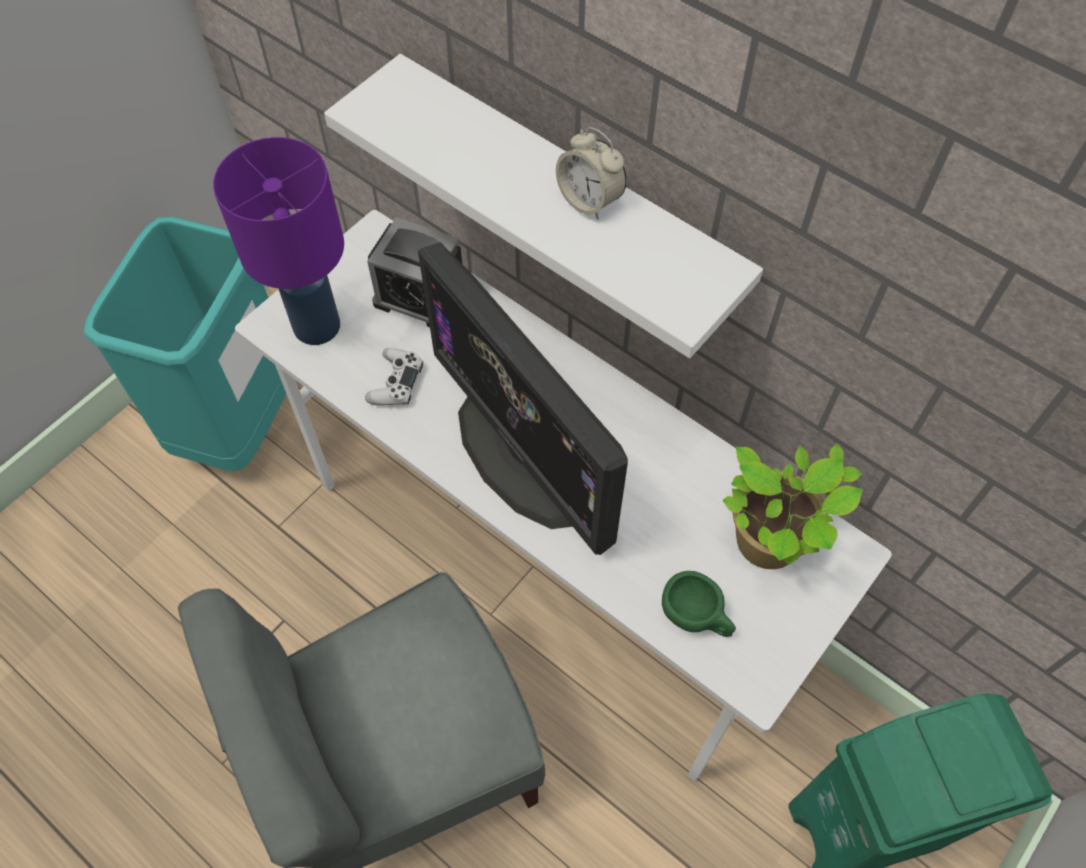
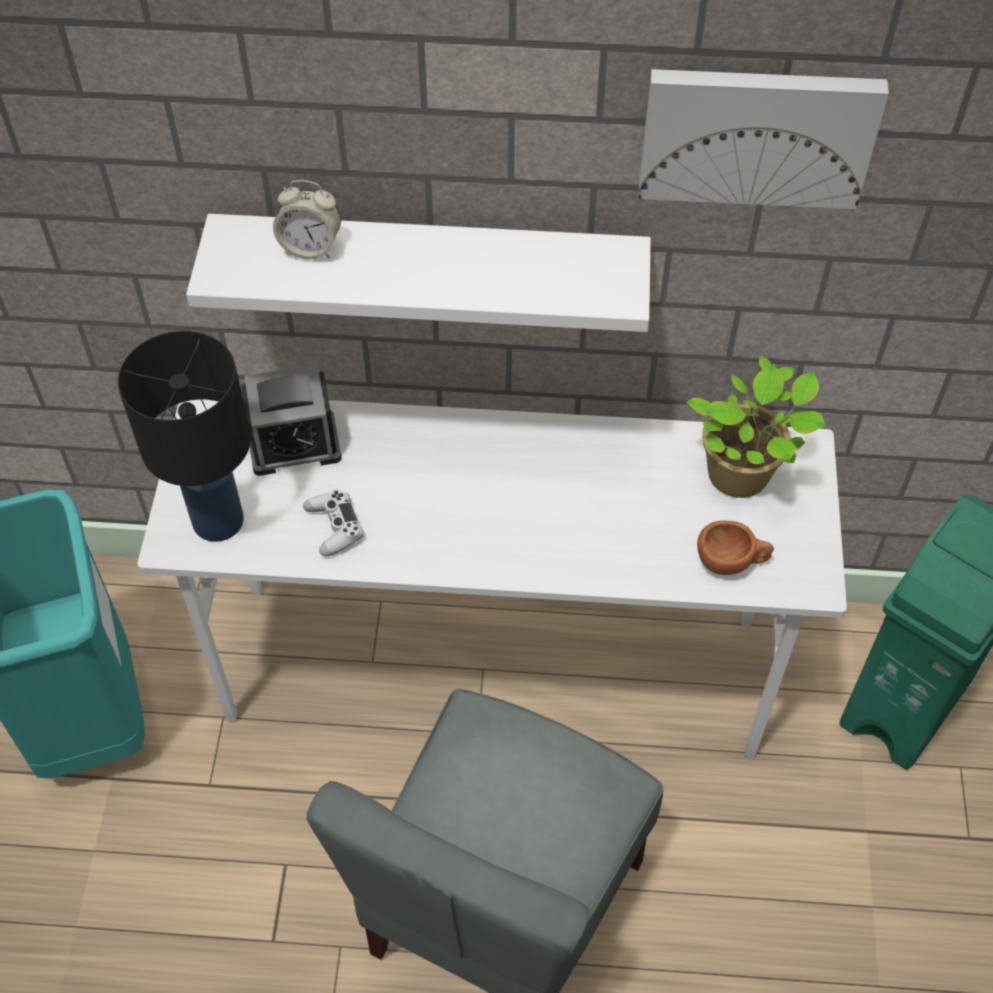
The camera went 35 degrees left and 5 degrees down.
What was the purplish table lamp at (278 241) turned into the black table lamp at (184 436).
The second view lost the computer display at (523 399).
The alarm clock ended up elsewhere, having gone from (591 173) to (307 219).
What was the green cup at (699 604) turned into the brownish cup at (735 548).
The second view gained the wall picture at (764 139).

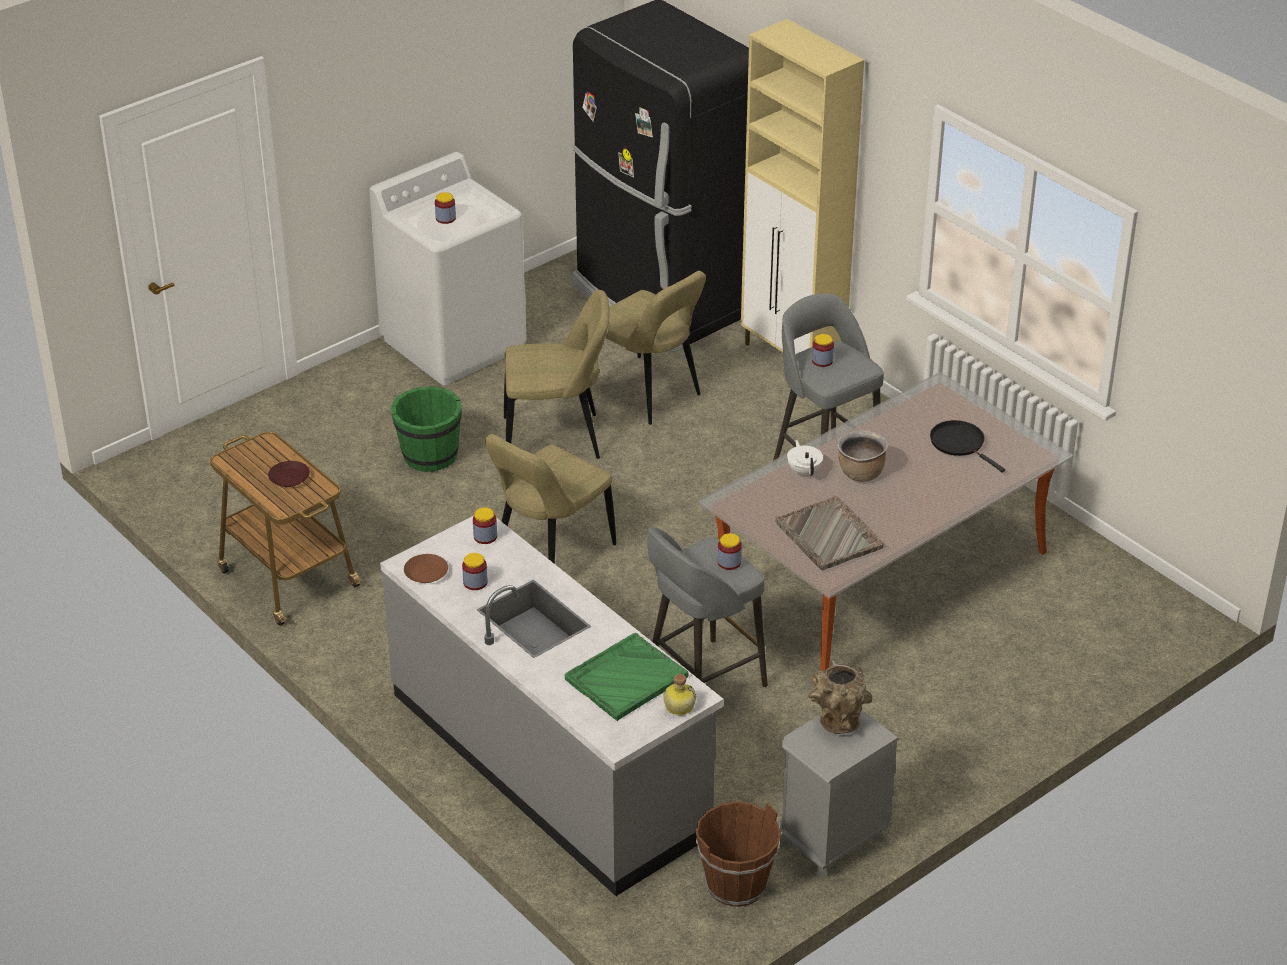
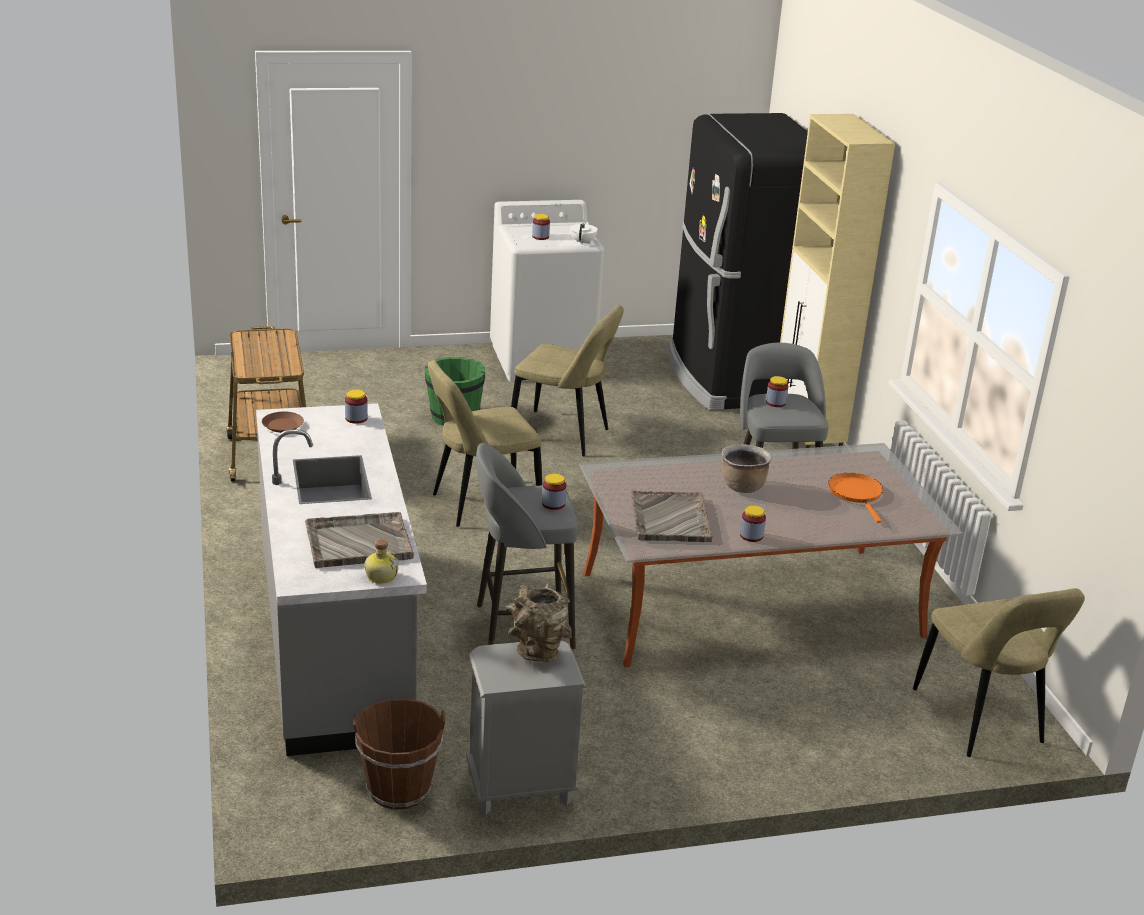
The camera went 25 degrees right and 10 degrees down.
The second view lost the brownish flat dish at (289 474).
The storage jar ended up elsewhere, having gone from (475 571) to (753 524).
What was the green tray at (627 677) turned into the gray tray at (359 540).
The beige-coloured upright chair ended up elsewhere, having gone from (655 348) to (999 672).
The white teapot ended up elsewhere, having gone from (805 458) to (584 233).
What was the black skillet at (967 446) turned into the orange skillet at (855 498).

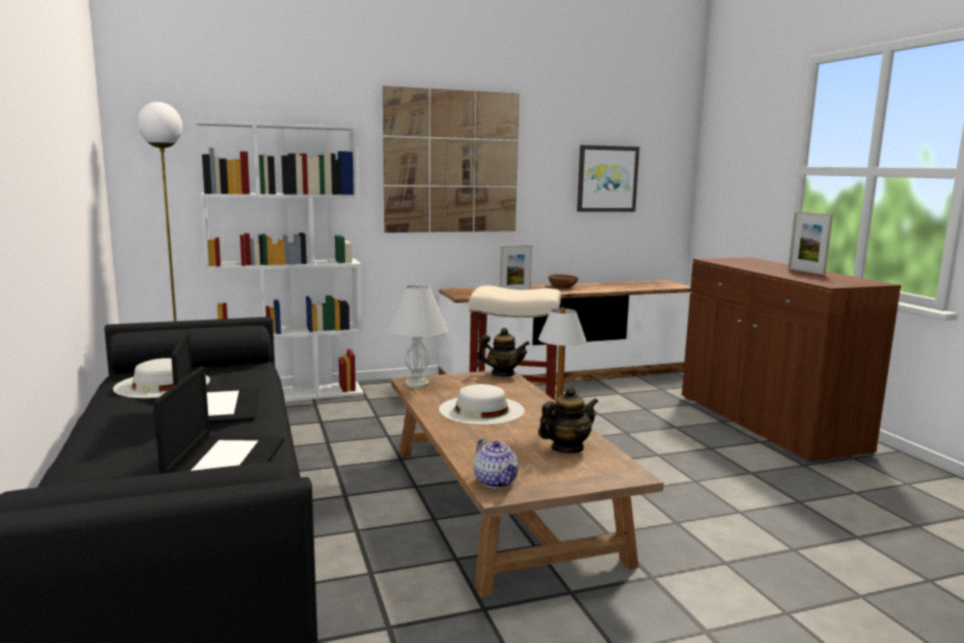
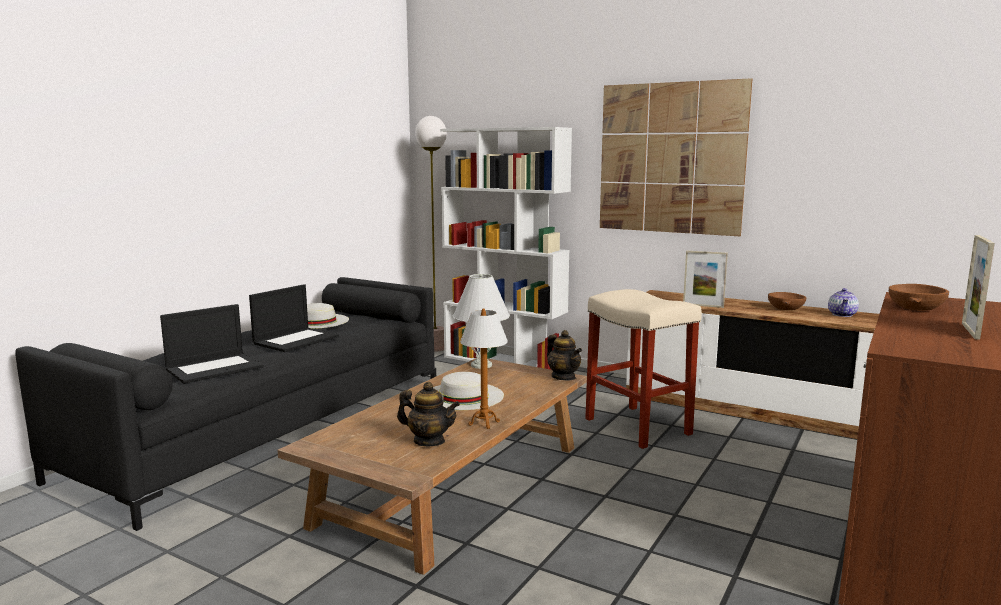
The camera went 50 degrees right and 0 degrees up.
The teapot ended up elsewhere, having gone from (496 463) to (843 302).
The second view lost the wall picture at (608 178).
The second view gained the brownish deep dish at (919 297).

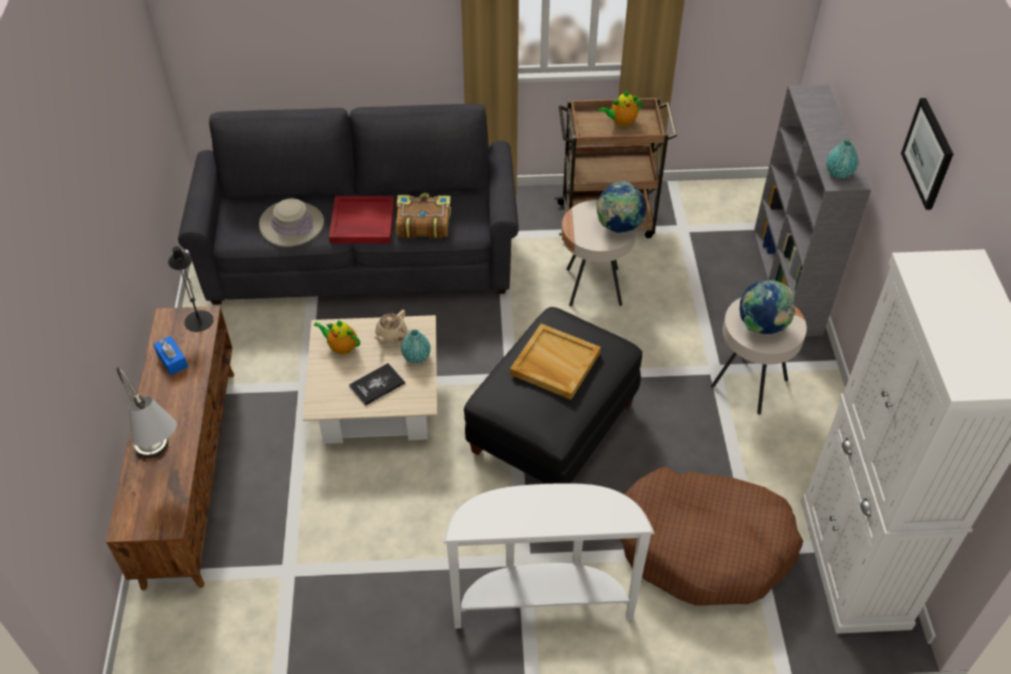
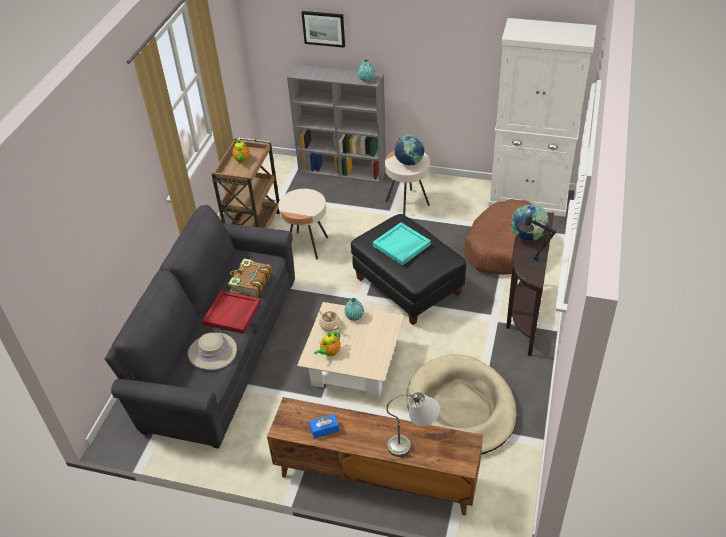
The camera went 70 degrees left and 5 degrees down.
The black table lamp ended up elsewhere, having gone from (191 289) to (537 240).
The second view lost the bound book at (377 384).
What was the white hall table at (549 556) turned into the brownish hall table at (530 284).
What was the beige-coloured tray at (555 362) turned into the blue-green tray at (402 244).
The globe ended up elsewhere, having gone from (621 207) to (530 223).
The wall picture ended up elsewhere, having gone from (927 154) to (323 29).
The second view gained the beige-coloured pet bed at (461 404).

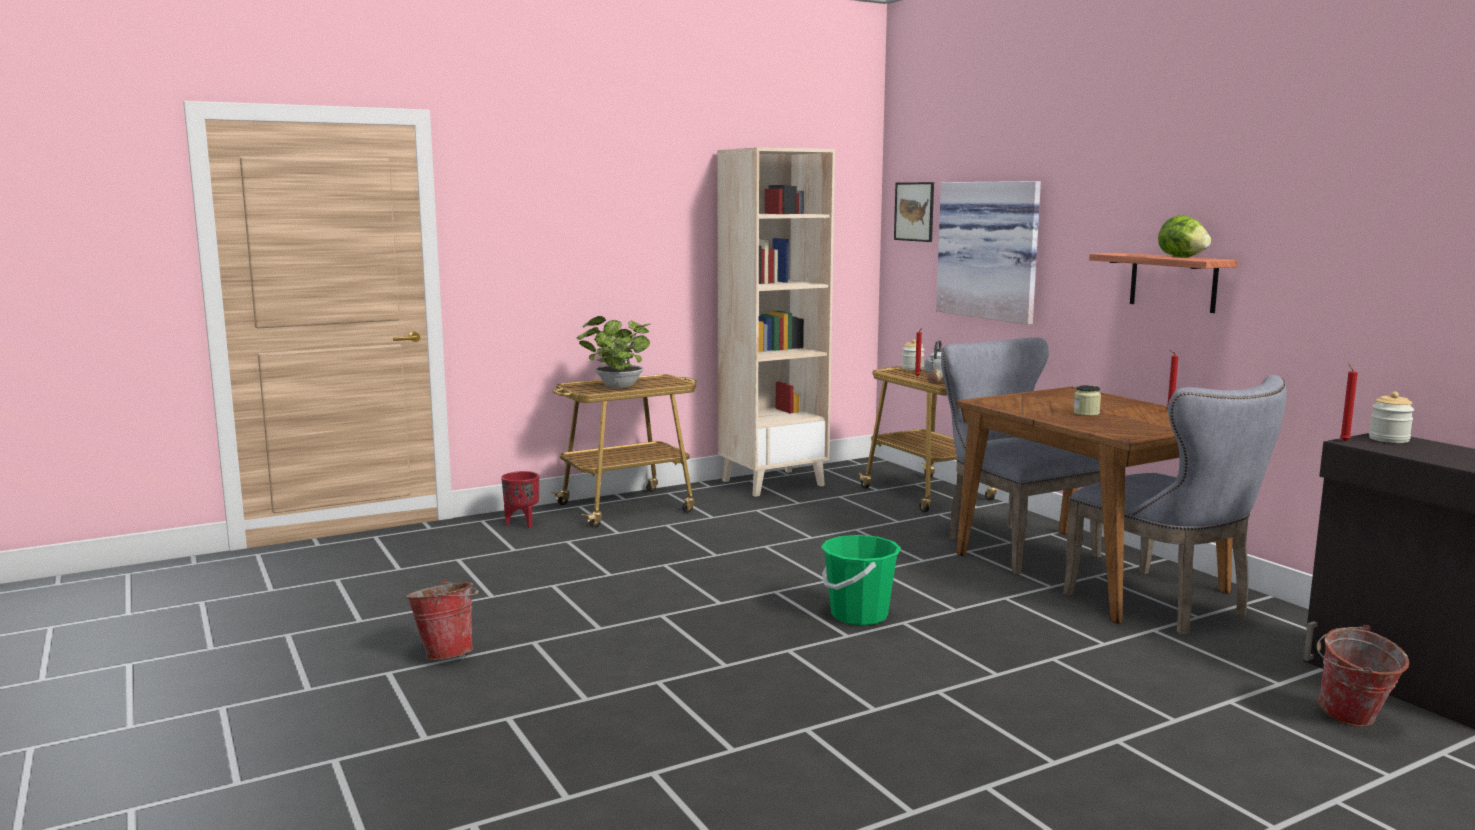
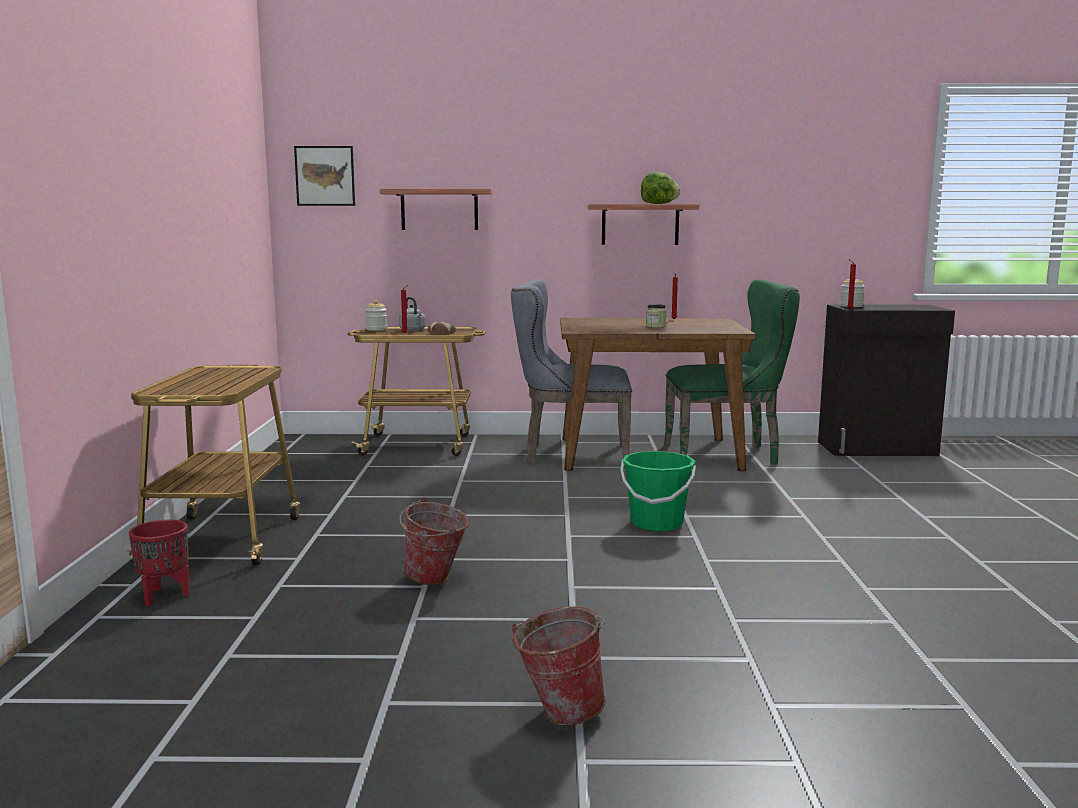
The camera went 60 degrees left and 0 degrees up.
The second view lost the houseplant at (613 352).
The second view lost the beige-coloured bookshelf at (776 322).
Where the wall picture hung at (988 253), the wall shelf came to hang at (436 209).
What was the gray upright chair at (1175 505) turned into the green upright chair at (732 372).
The water bucket ended up elsewhere, having gone from (1362 676) to (435 541).

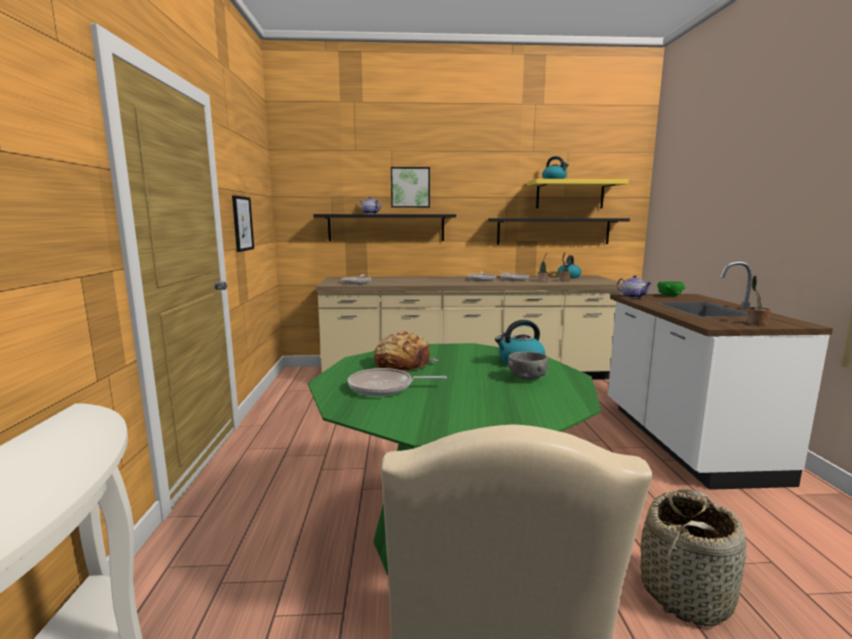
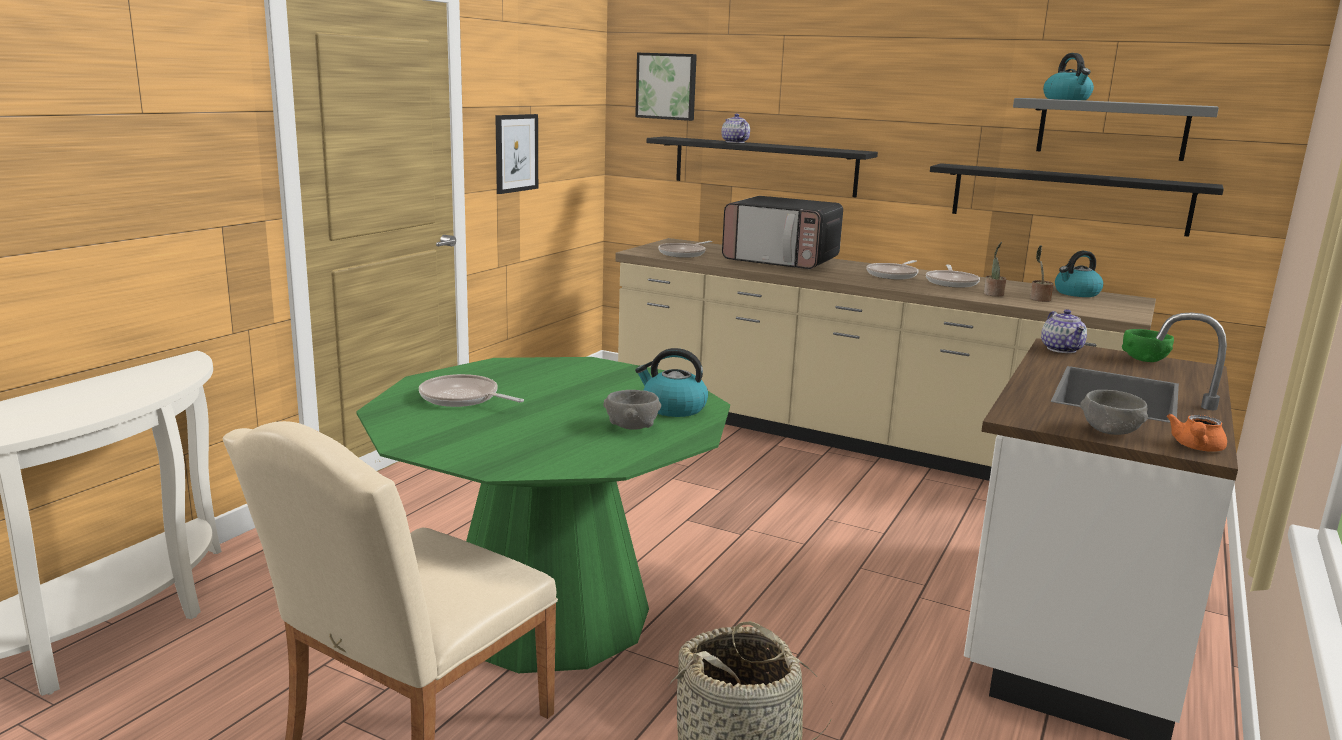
The camera went 30 degrees right and 5 degrees up.
The second view lost the baked bread at (406 351).
The wall picture ended up elsewhere, having gone from (410 187) to (666 87).
What was the yellow wall shelf at (578 193) turned into the gray wall shelf at (1116 129).
Where the houseplant stood at (759 301), the gray deep dish came to stand at (1114 412).
The second view gained the microwave at (782 232).
The second view gained the orange teapot at (1197 433).

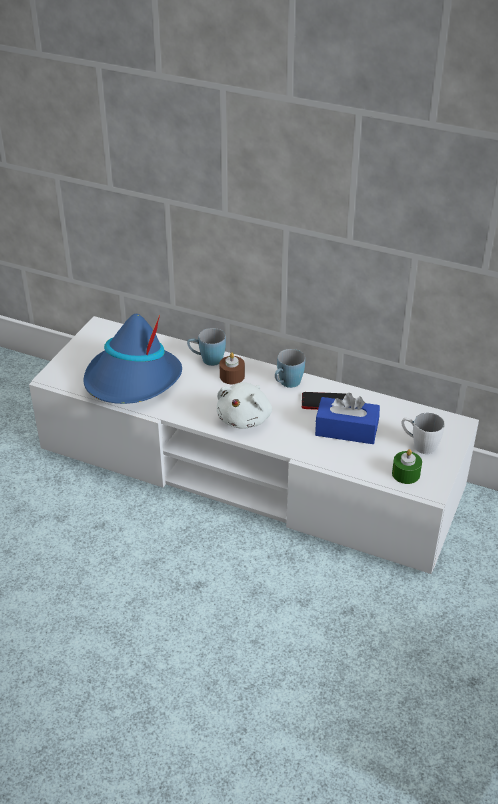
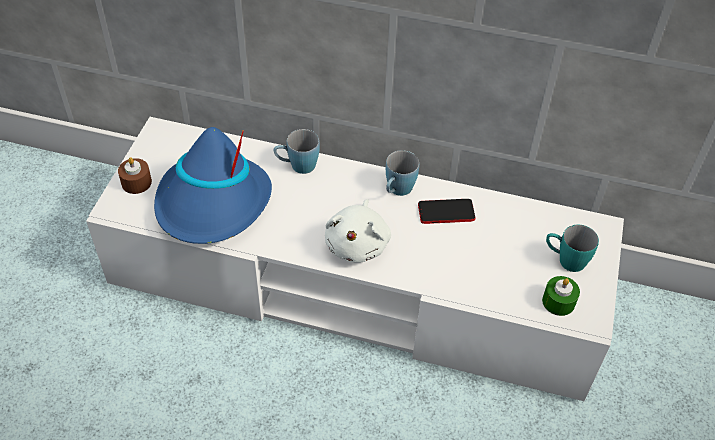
The camera went 10 degrees left and 10 degrees up.
The brownish wax light ended up elsewhere, having gone from (232 368) to (135 175).
The second view lost the blue box of tissues at (347 418).
What was the white coffee mug at (423 433) turned into the blue-green coffee mug at (572 248).

